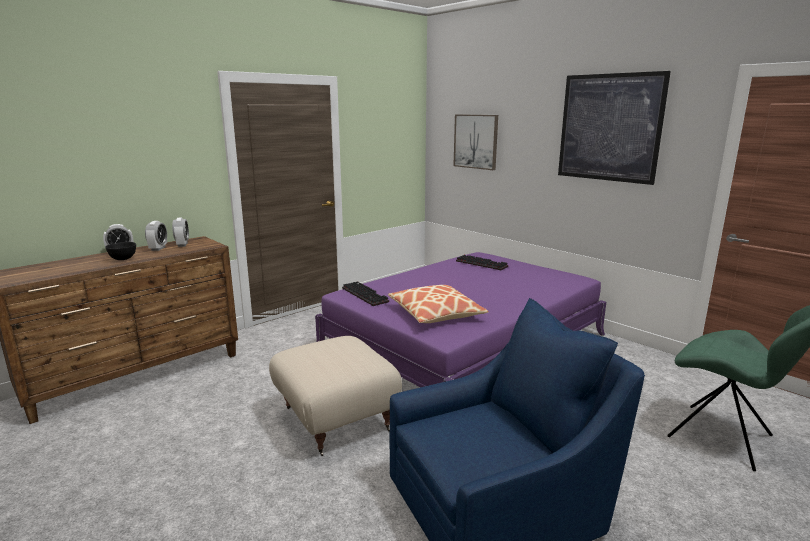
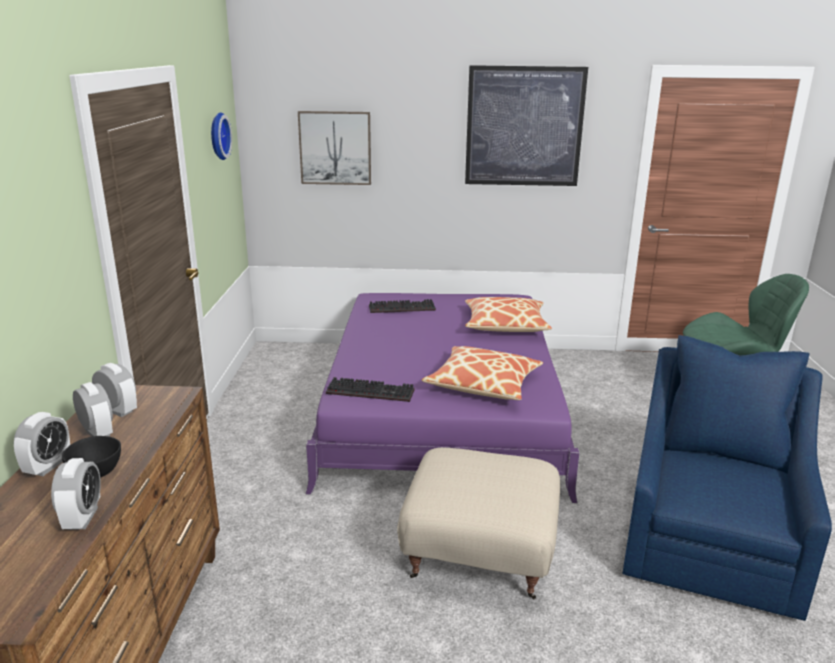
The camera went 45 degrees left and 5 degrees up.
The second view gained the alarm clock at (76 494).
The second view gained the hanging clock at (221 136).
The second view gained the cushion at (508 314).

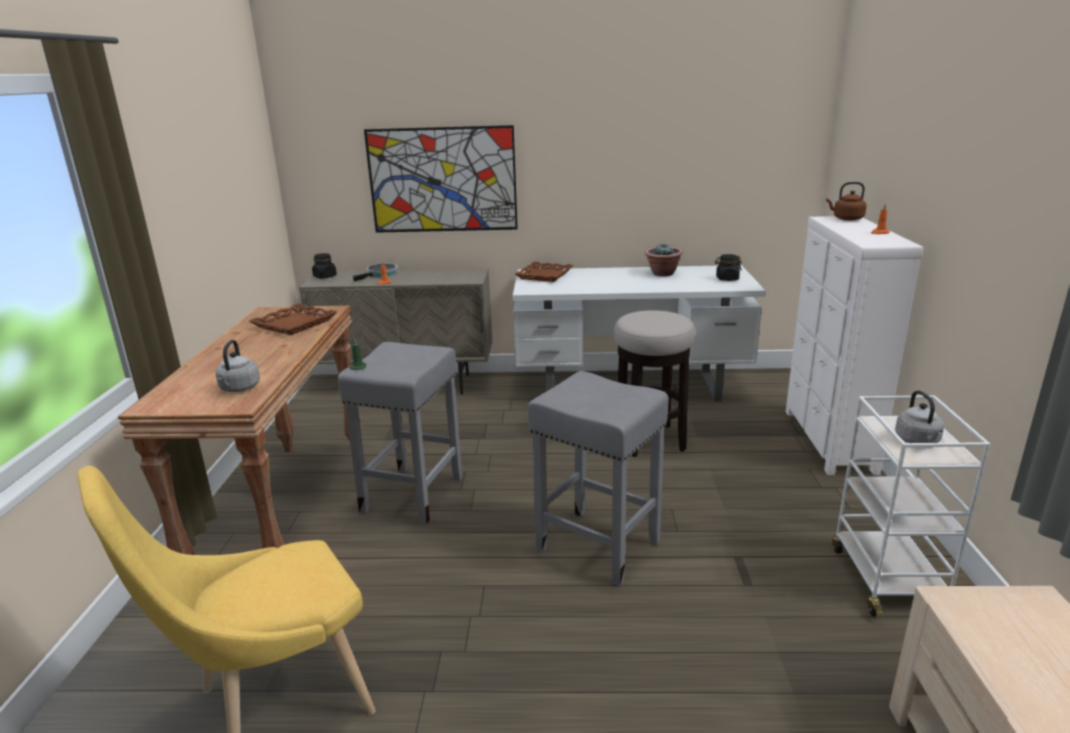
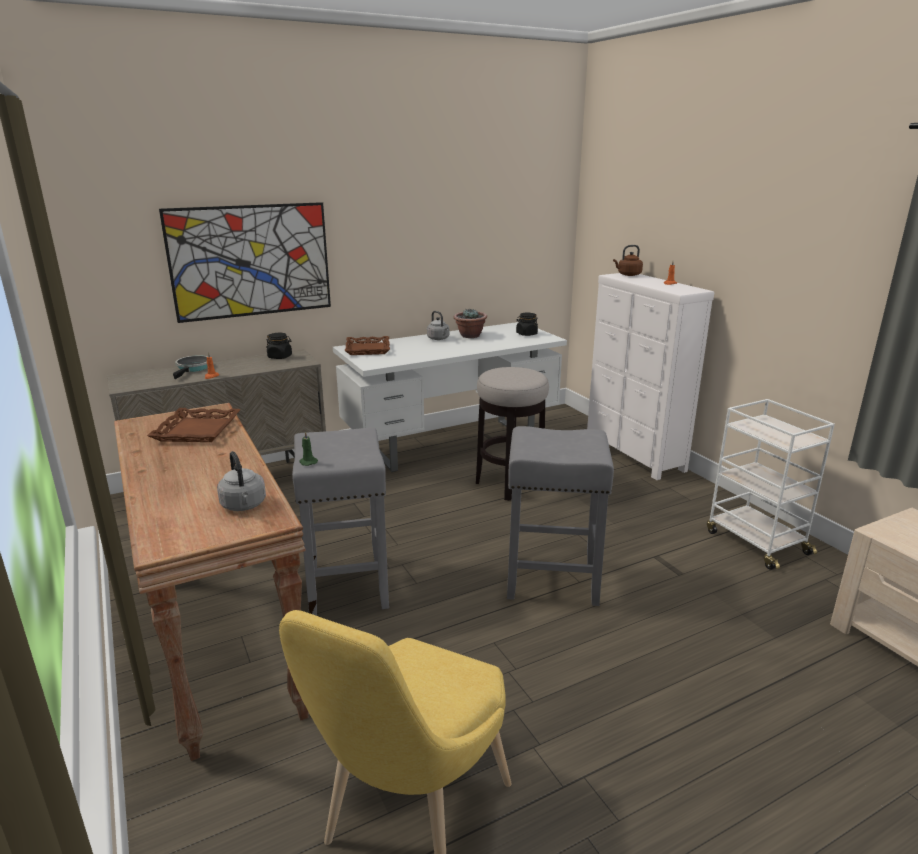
The camera went 30 degrees left and 0 degrees up.
The black storage jar ended up elsewhere, having gone from (324 266) to (279 346).
The gray kettle ended up elsewhere, having gone from (919 416) to (438 325).

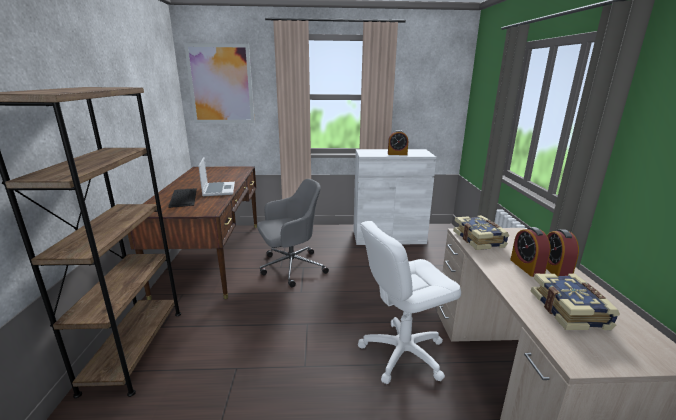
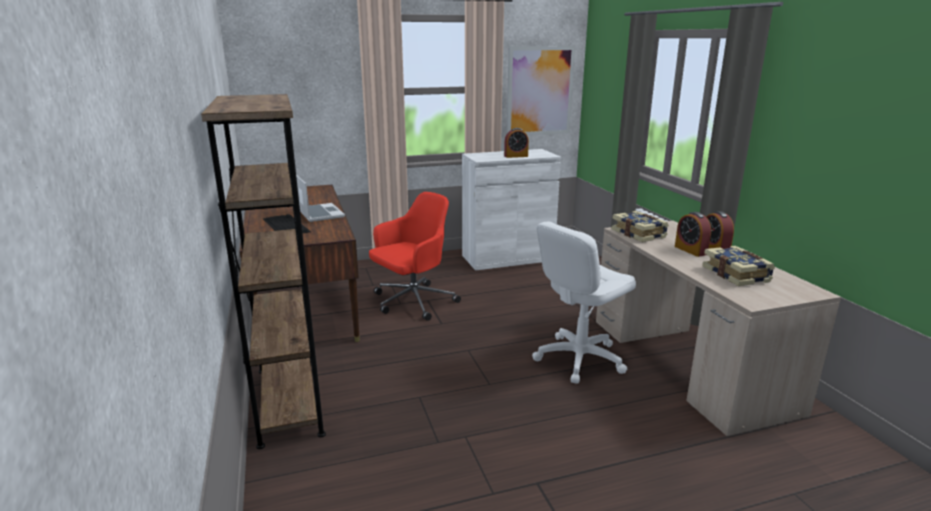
The camera went 15 degrees left and 0 degrees up.
The wall picture ended up elsewhere, having gone from (219 83) to (540 91).
What was the gray office chair at (293 233) turned into the red office chair at (415 256).

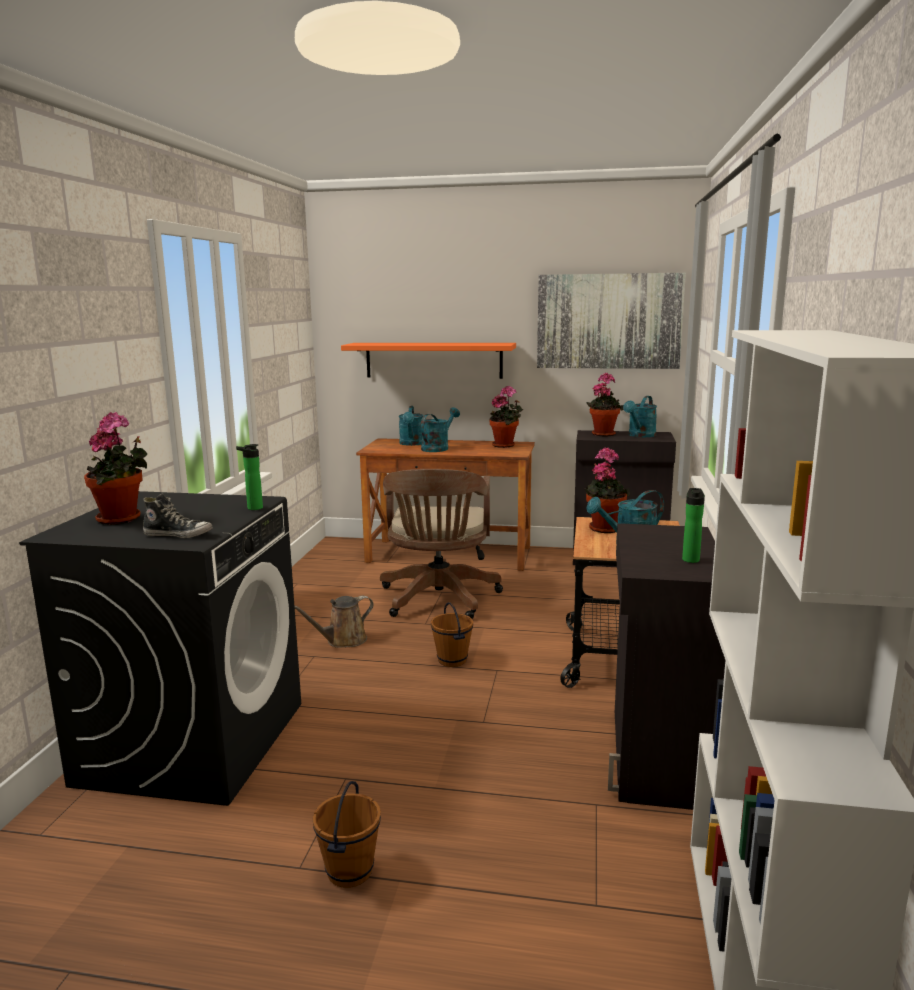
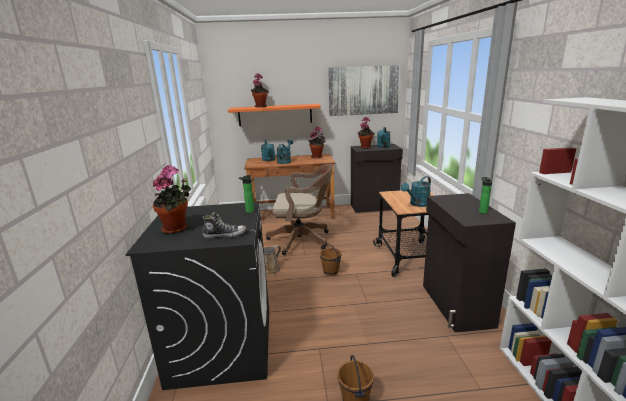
The camera went 15 degrees left and 5 degrees up.
The brownish office chair at (441 544) ended up facing another way, 75 degrees counterclockwise from before.
The houseplant ended up elsewhere, having gone from (607 490) to (260 90).

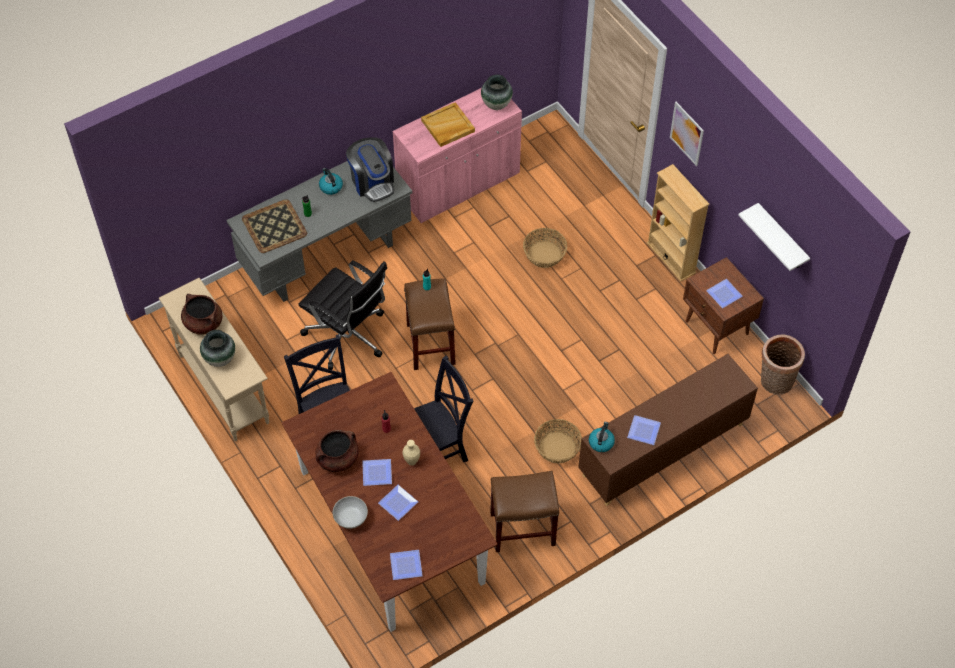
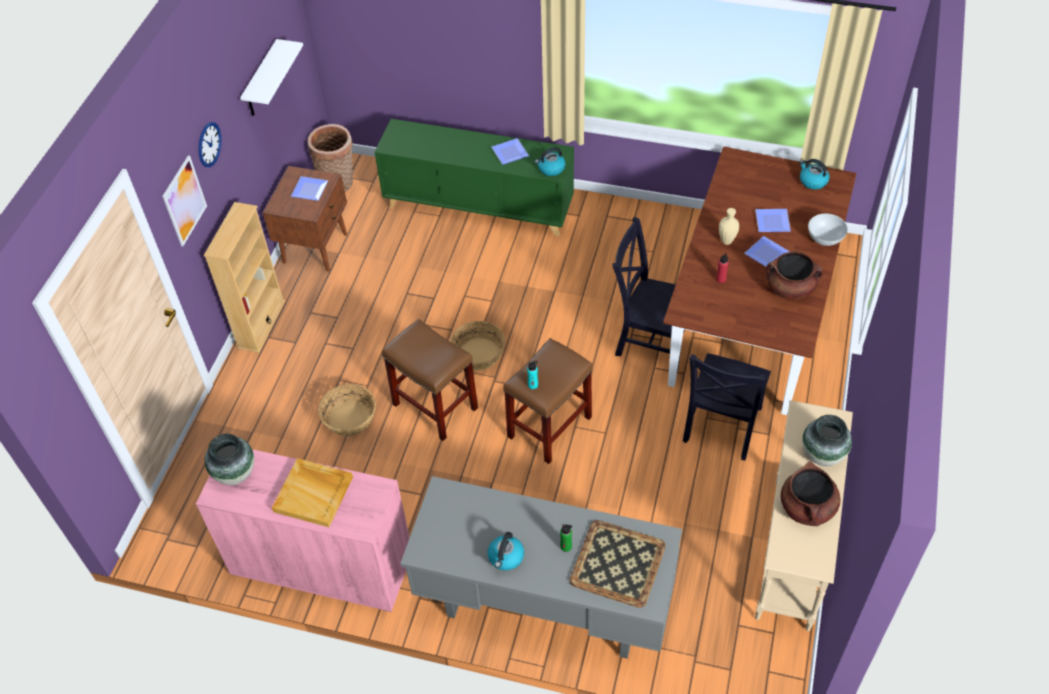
The camera went 130 degrees left and 5 degrees down.
The second view lost the black office chair at (342 315).
The second view lost the coffee machine at (370 169).
Where the flat dish stood at (406 565), the kettle came to stand at (814 174).
The brownish sitting stool ended up elsewhere, having gone from (524 511) to (430 380).
The household basket ended up elsewhere, having gone from (558 441) to (477 345).
What was the brownish cabinet at (668 430) turned into the green cabinet at (474 177).
The second view gained the hanging clock at (210 144).

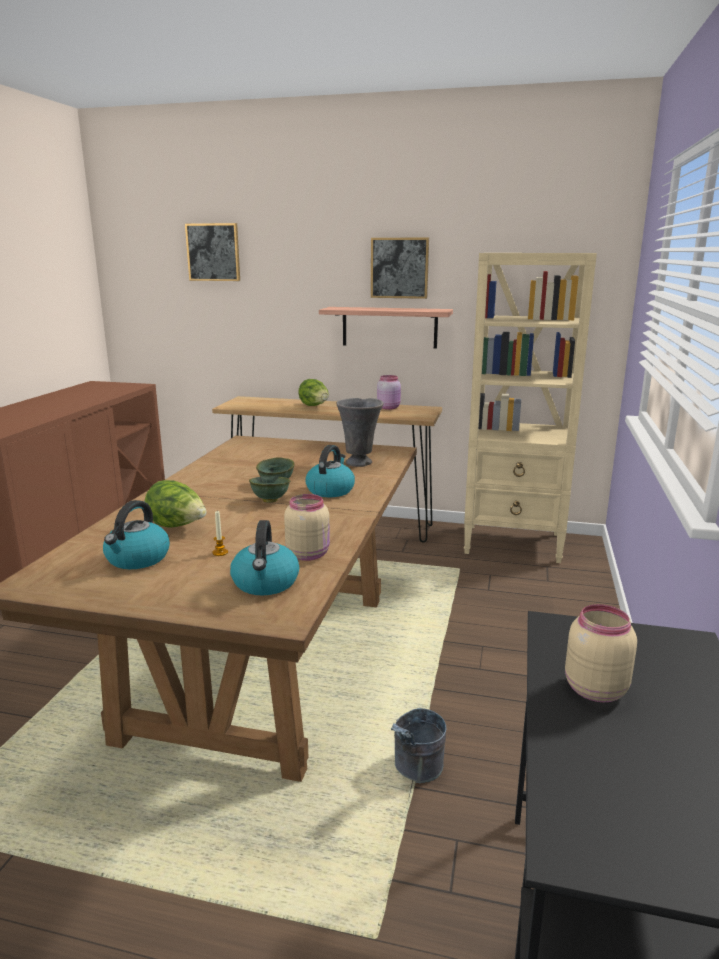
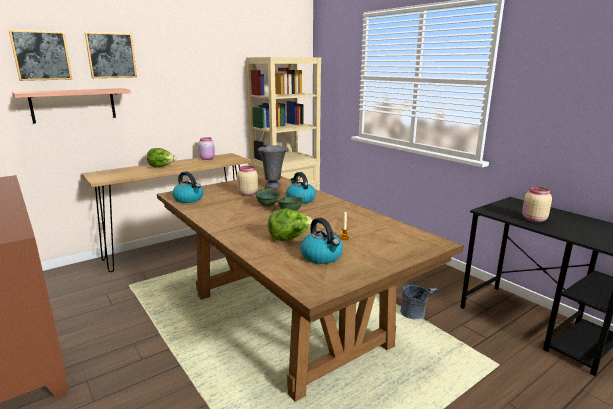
The camera went 50 degrees left and 0 degrees up.
The kettle ended up elsewhere, having gone from (264 557) to (187 187).
The beige-coloured storage jar ended up elsewhere, having gone from (307 527) to (247 181).
The wall shelf ended up elsewhere, having gone from (386 328) to (71 106).
The wall picture ended up elsewhere, having gone from (400 268) to (111 55).

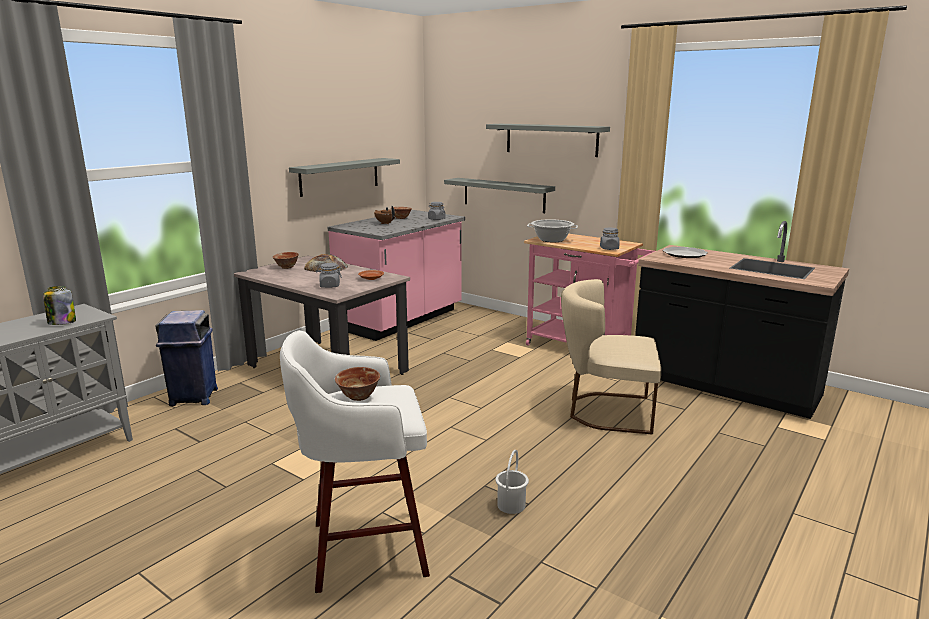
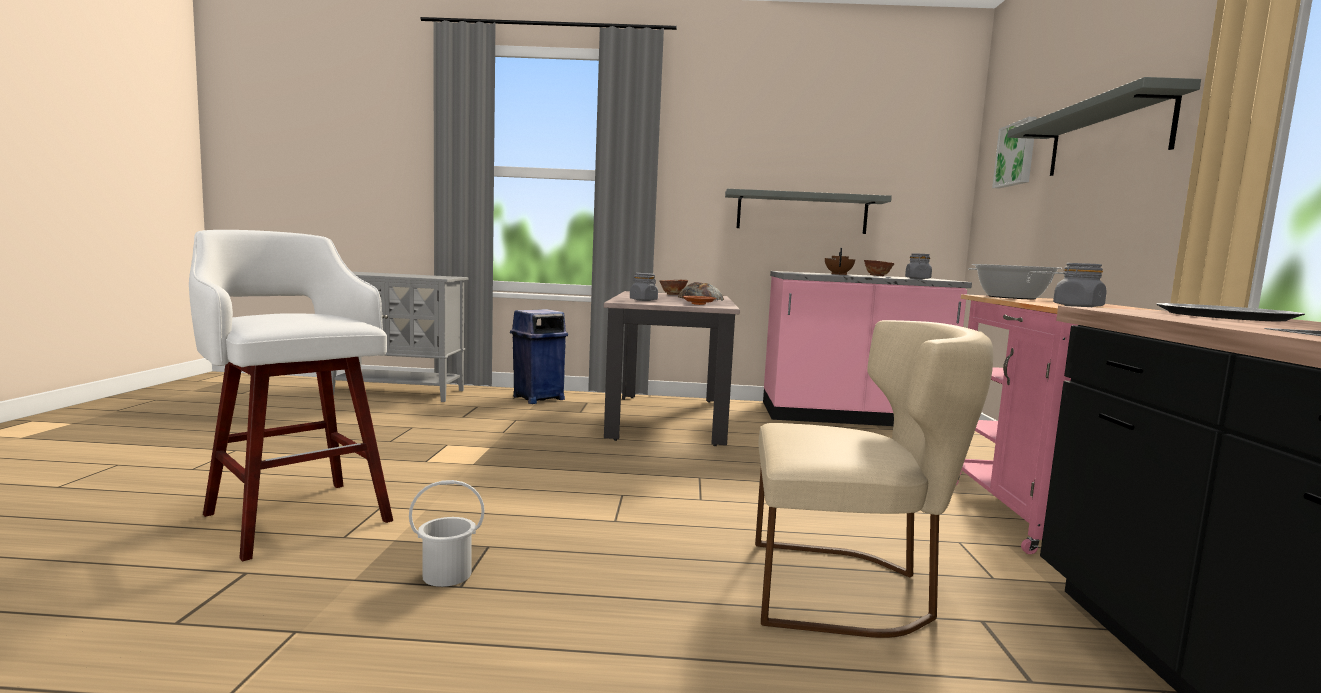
The camera went 55 degrees right and 10 degrees down.
The second view lost the storage jar at (59 305).
The second view lost the deep dish at (357 384).
The second view lost the gray wall shelf at (499 195).
The beige-coloured upright chair at (611 356) ended up facing another way, 120 degrees clockwise from before.
The second view gained the wall picture at (1014 152).

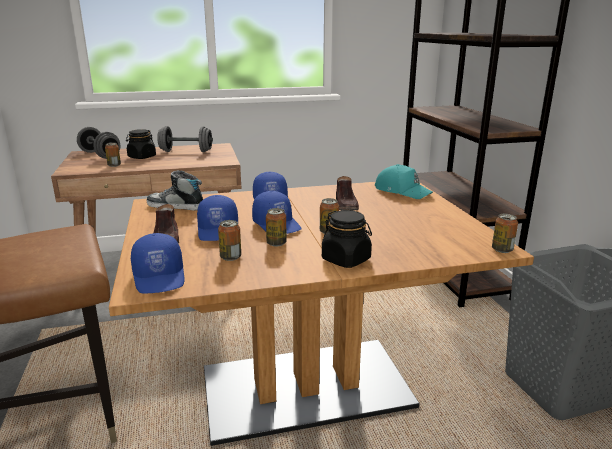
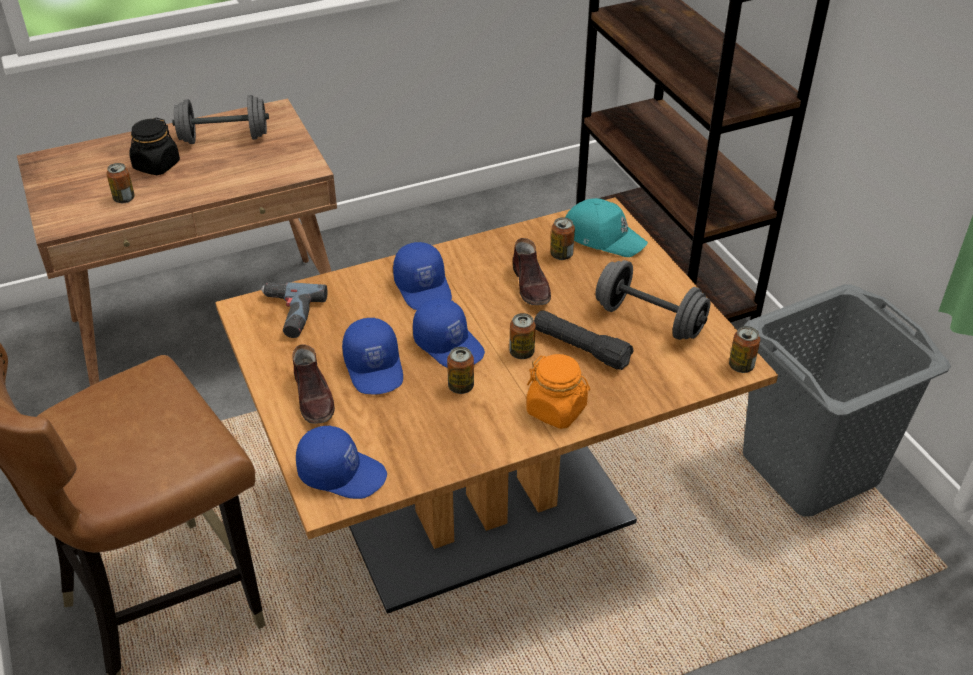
The camera went 10 degrees left and 20 degrees up.
The gray dumbbell ended up elsewhere, having gone from (99 143) to (652 300).
The blue cap at (158 263) ended up facing another way, 45 degrees counterclockwise from before.
Where the item of footwear stood at (174 190), the drill came to stand at (294 310).
The can ended up elsewhere, having gone from (229 240) to (562 238).
What was the black storage jar at (347 239) turned into the orange storage jar at (558 391).
The second view gained the black flashlight at (584 340).

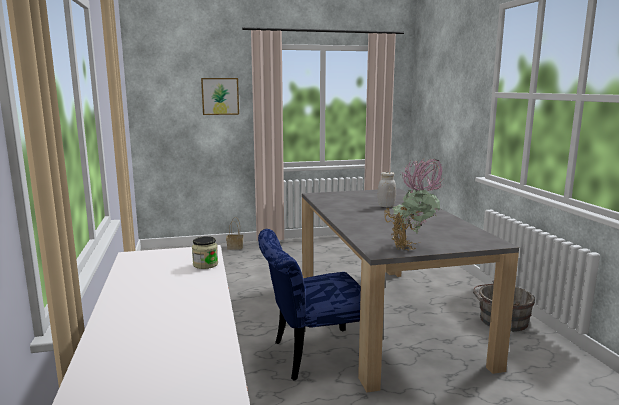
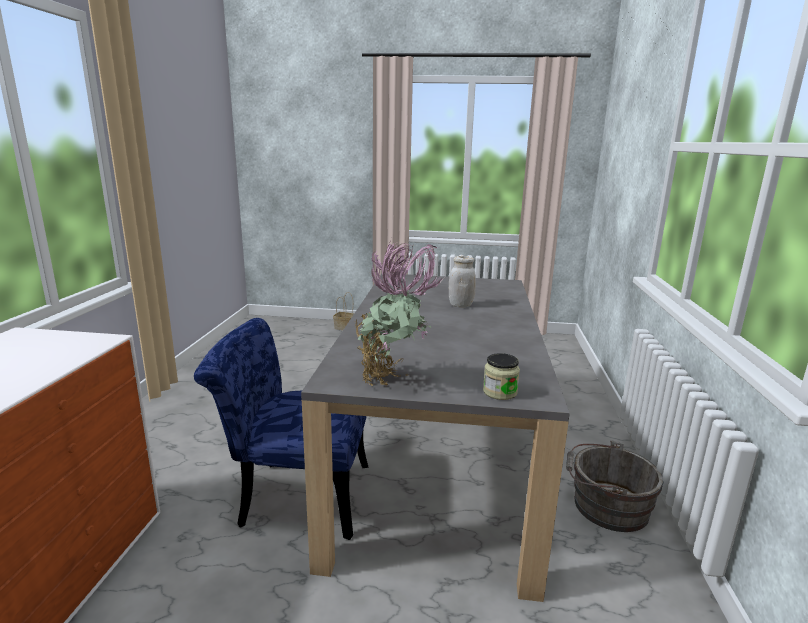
The camera went 20 degrees right and 5 degrees up.
The storage jar ended up elsewhere, having gone from (205 252) to (501 376).
The second view lost the wall picture at (220 96).

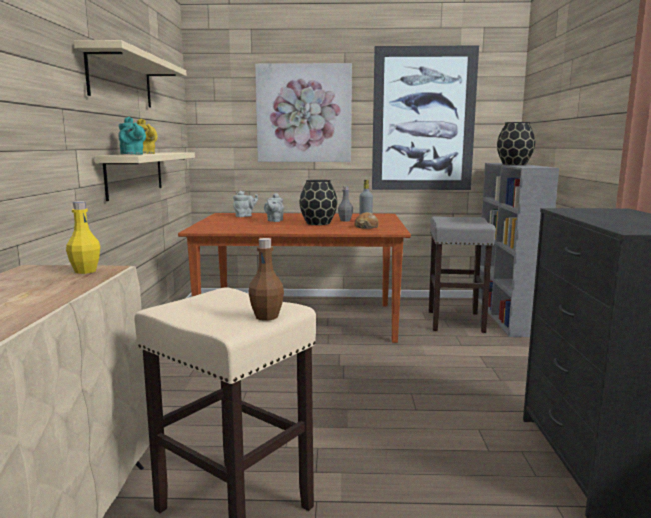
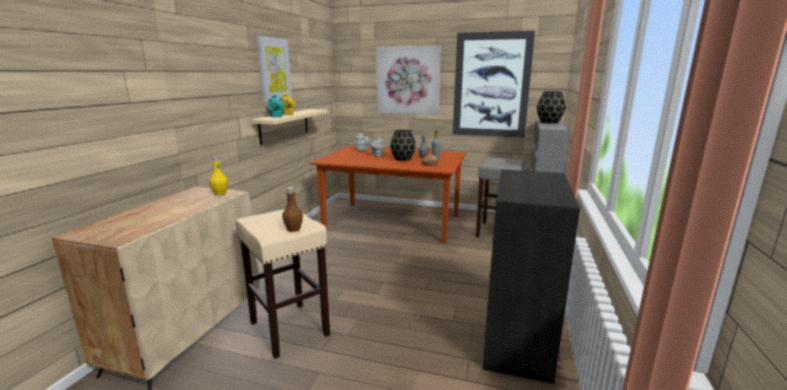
The camera went 15 degrees right and 5 degrees up.
Where the beige-coloured wall shelf hung at (130 73), the wall picture came to hang at (274 69).

